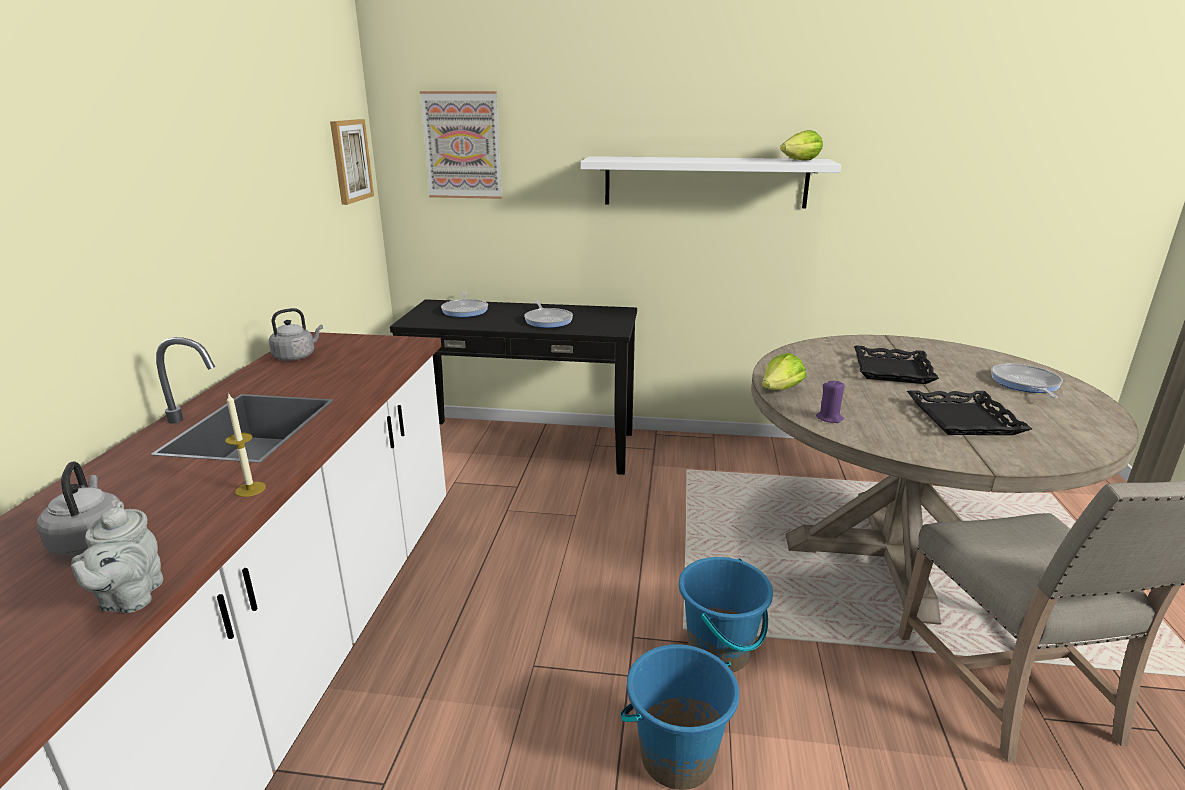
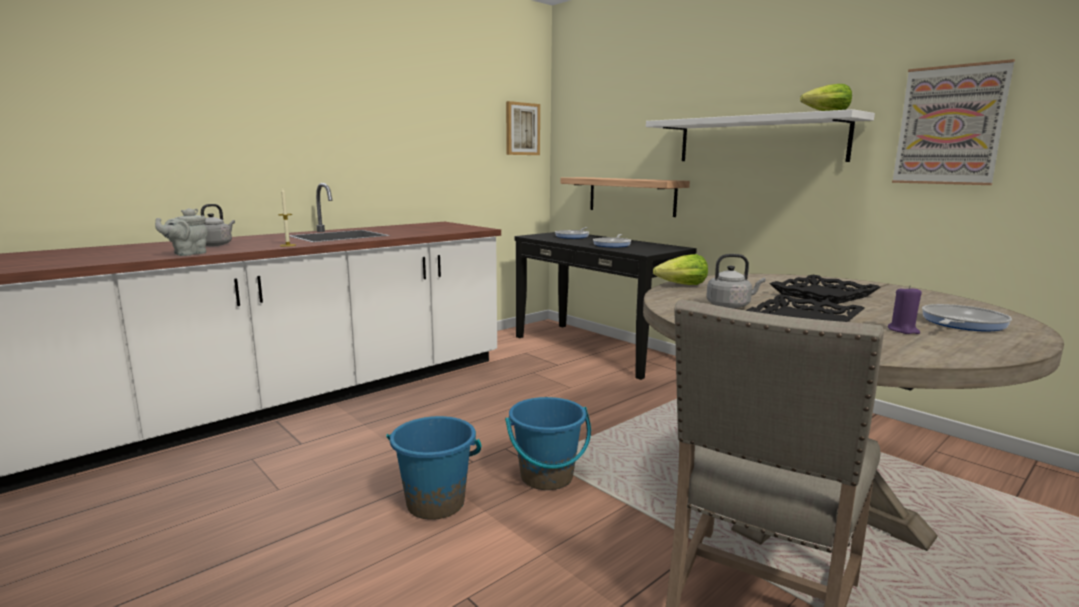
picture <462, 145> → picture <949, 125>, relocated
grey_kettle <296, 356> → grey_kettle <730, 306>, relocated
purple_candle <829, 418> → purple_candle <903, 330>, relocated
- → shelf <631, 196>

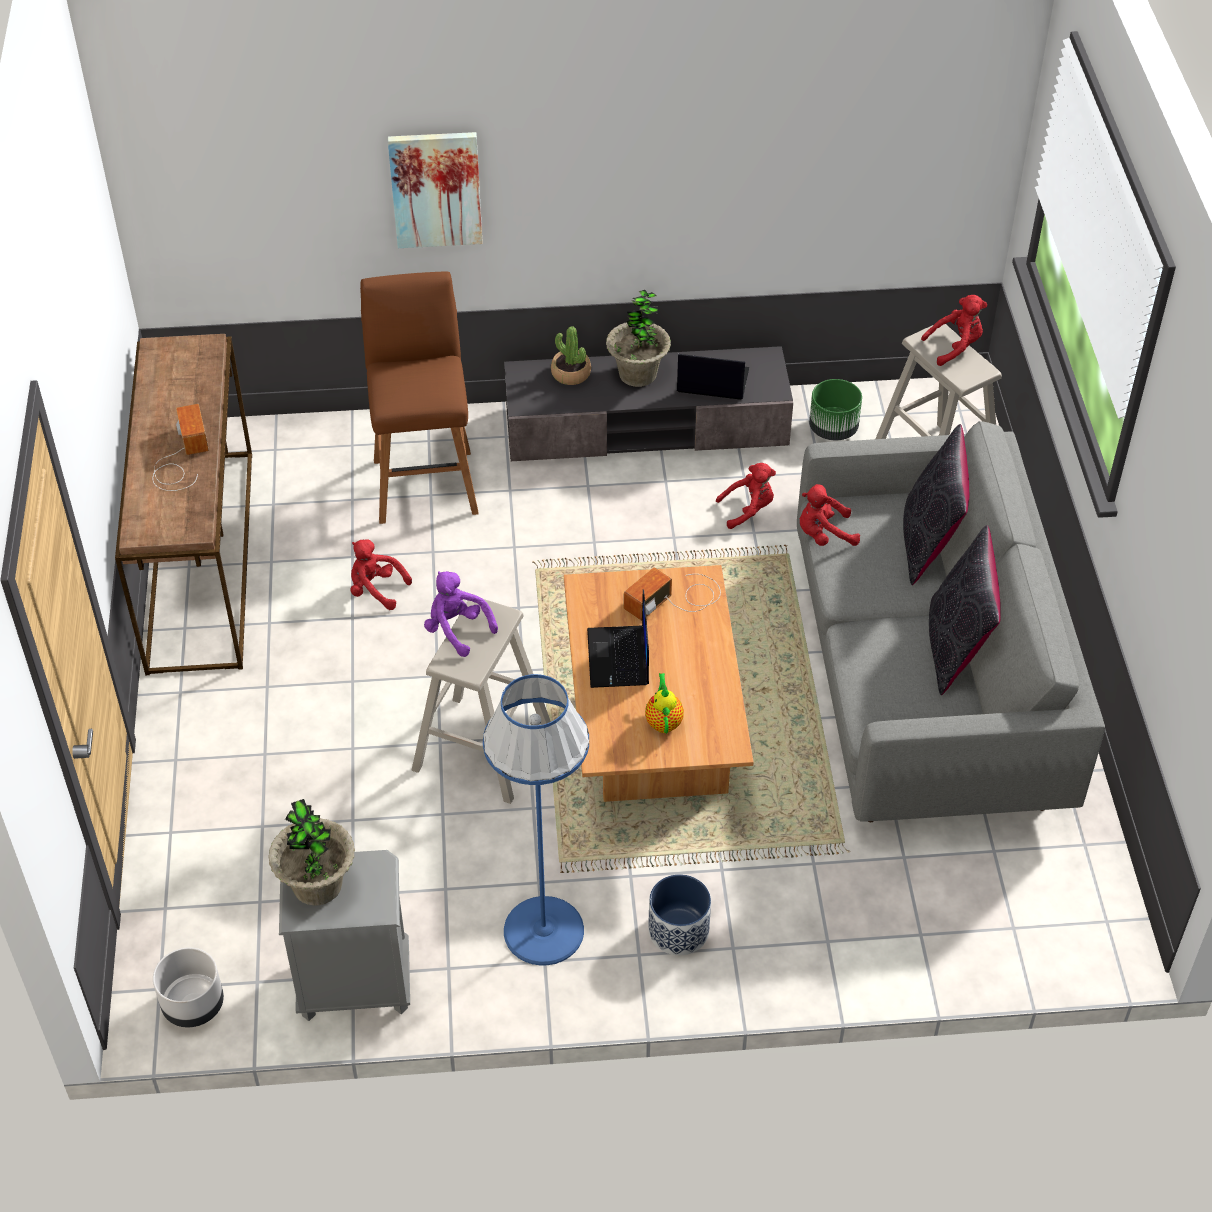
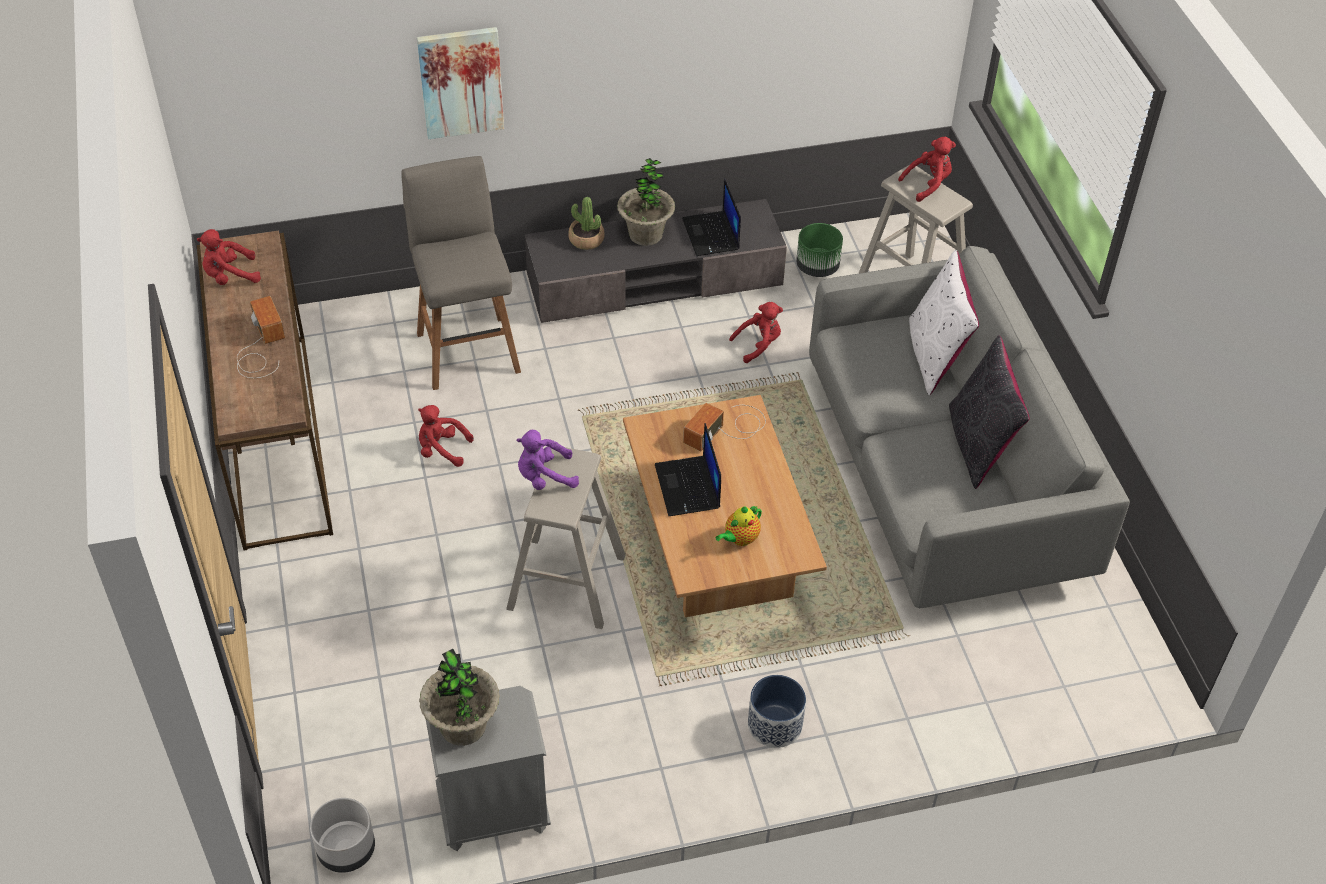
brown_stool <425, 483> → grey_stool <467, 349>
laptop <711, 381> → laptop <711, 235>, 105 degrees counterclockwise
black_pillow <929, 541> → white_pillow <935, 355>
red_plush_toy <824, 535> → red_plush_toy <230, 276>, relocated
purple_plush_toy <457, 630> → purple_plush_toy <544, 477>, 45 degrees counterclockwise
teapot <663, 721> → teapot <740, 539>, 120 degrees counterclockwise
blue_floor_lamp <543, 930> → -

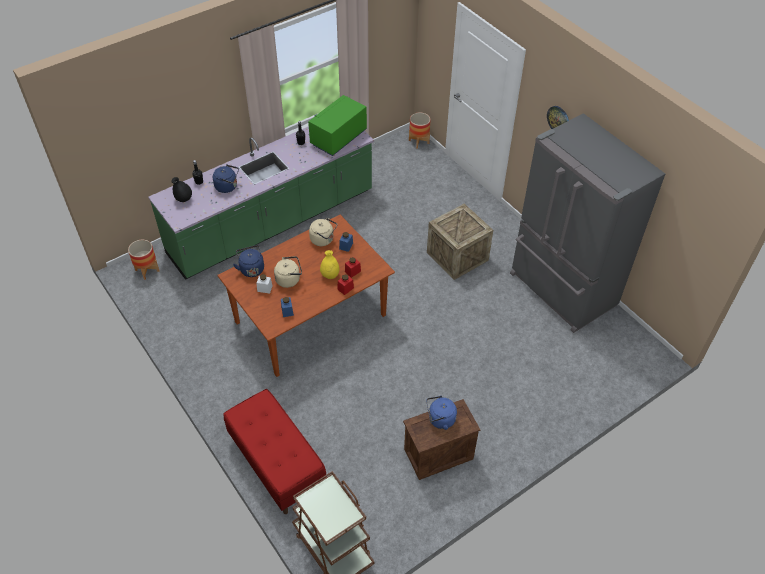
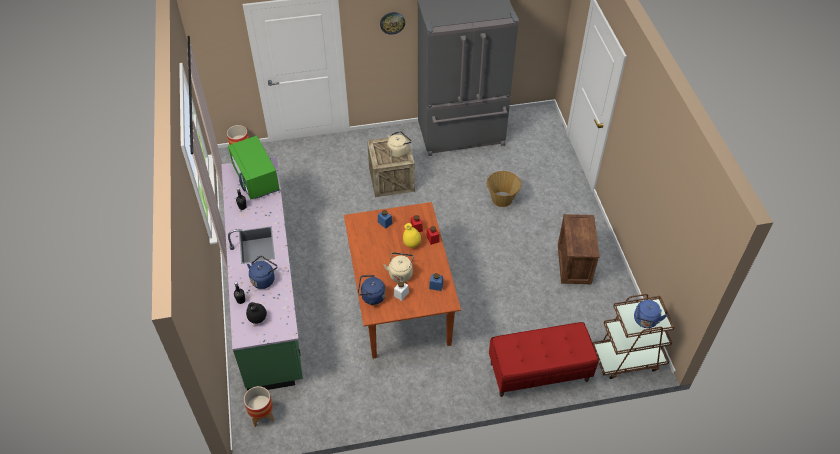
beige_kettle <323, 240> → beige_kettle <398, 151>, relocated
blue_kettle <440, 420> → blue_kettle <645, 321>, relocated
- → basket <502, 199>

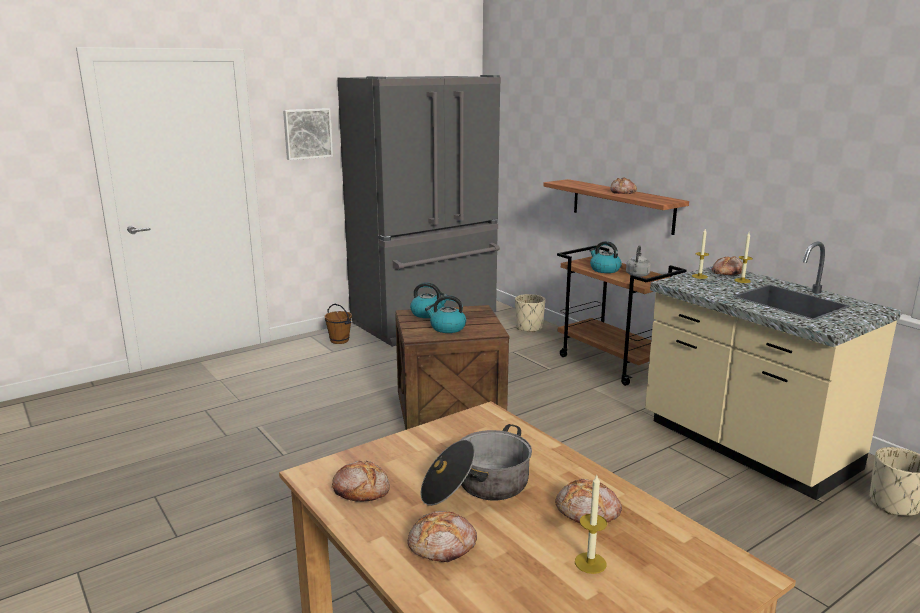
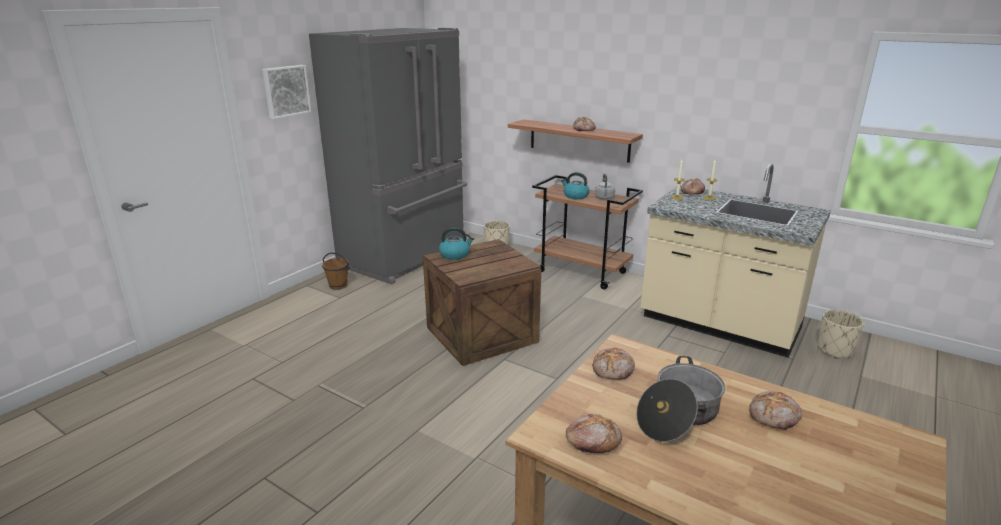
kettle <447, 328> → -
candle <590, 563> → -
bread <443, 545> → bread <613, 370>, relocated

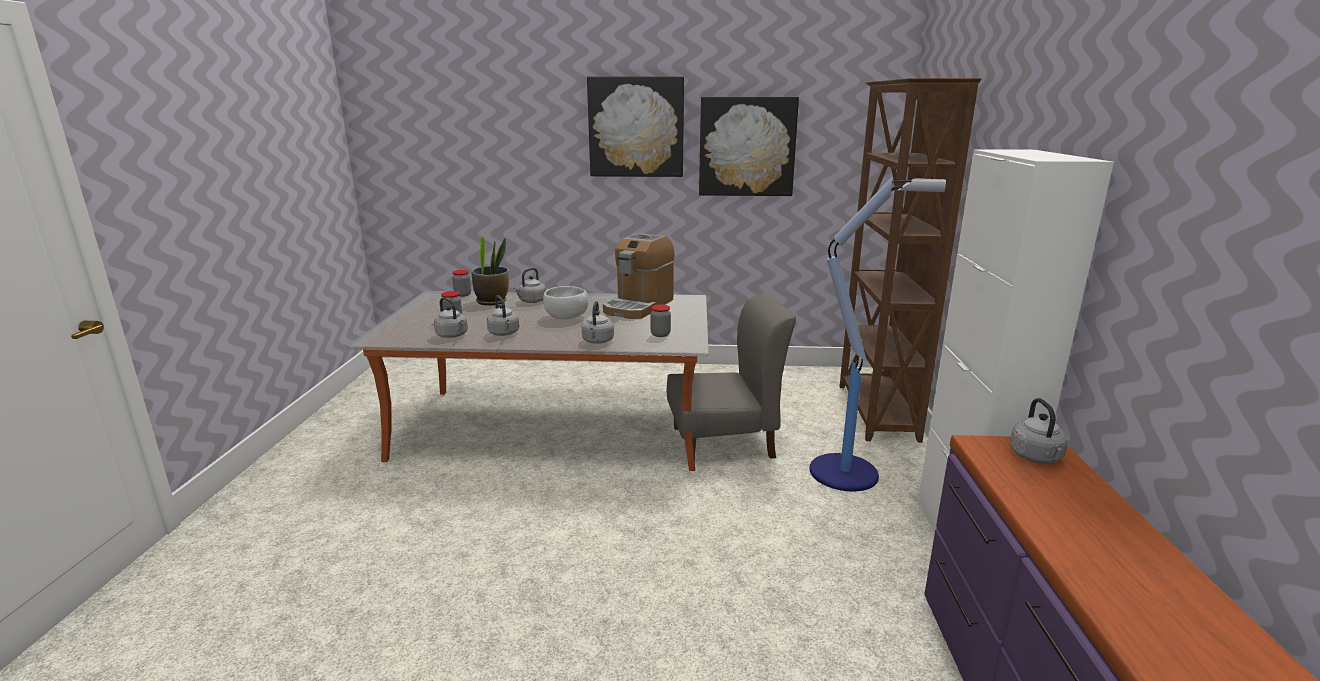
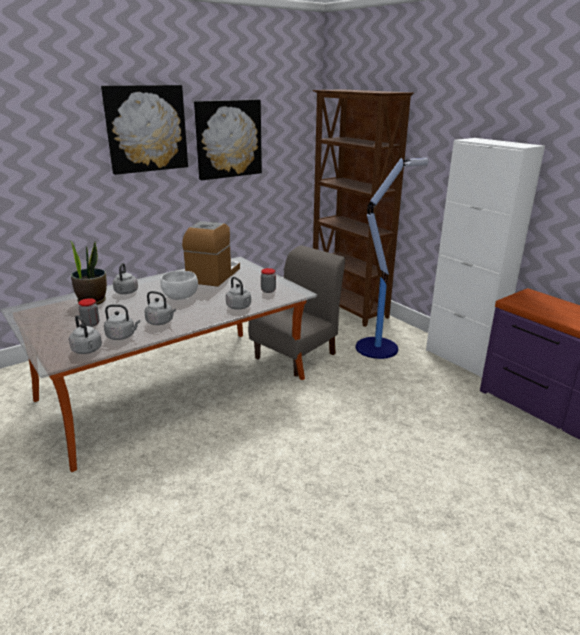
coffee_machine <639, 306> → coffee_machine <214, 275>, 150 degrees counterclockwise
jar <462, 295> → -
grey_kettle <1036, 457> → grey_kettle <87, 350>, relocated

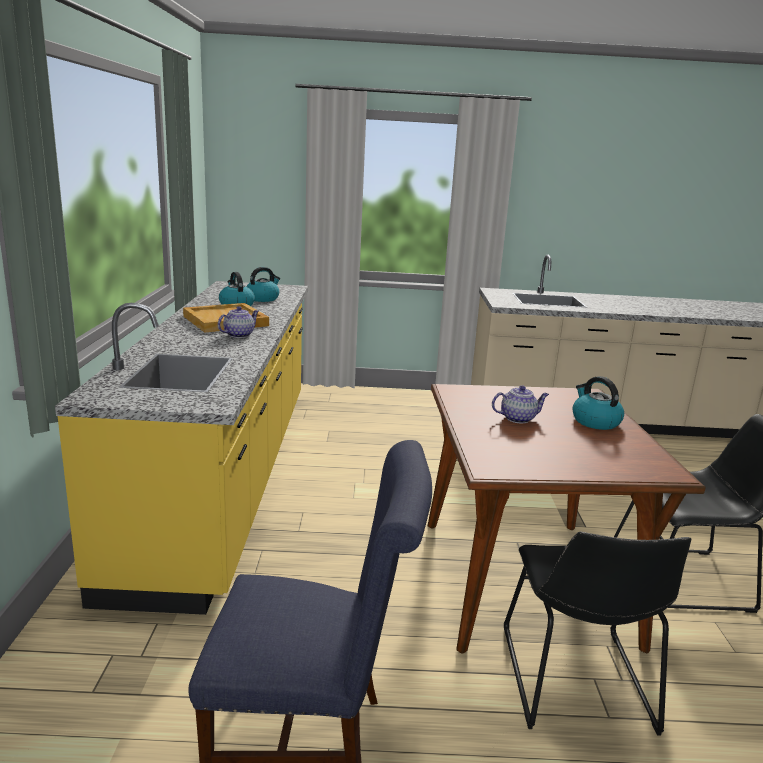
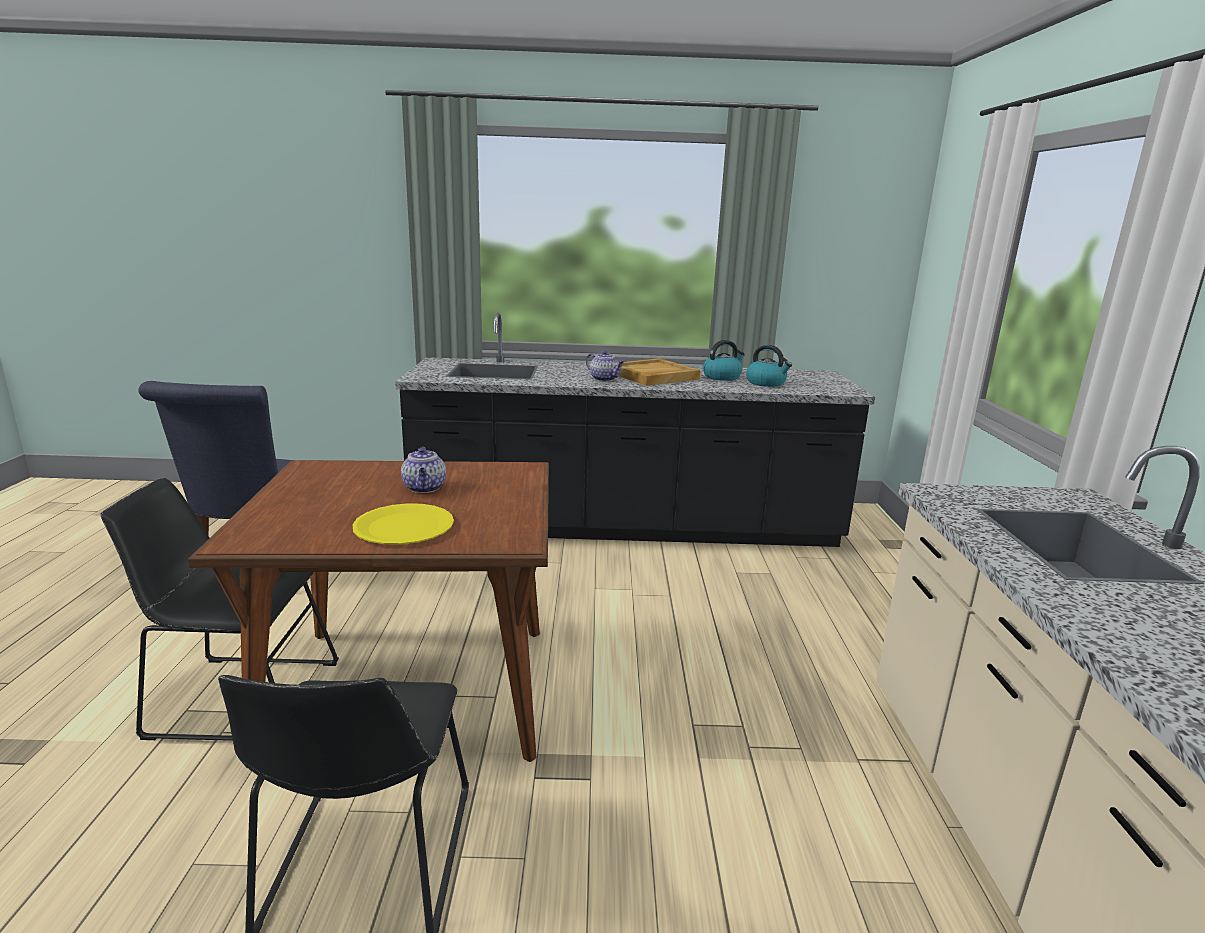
yellow_counter <226, 476> → black_counter <626, 526>
kettle <595, 421> → yellow_plate <403, 527>

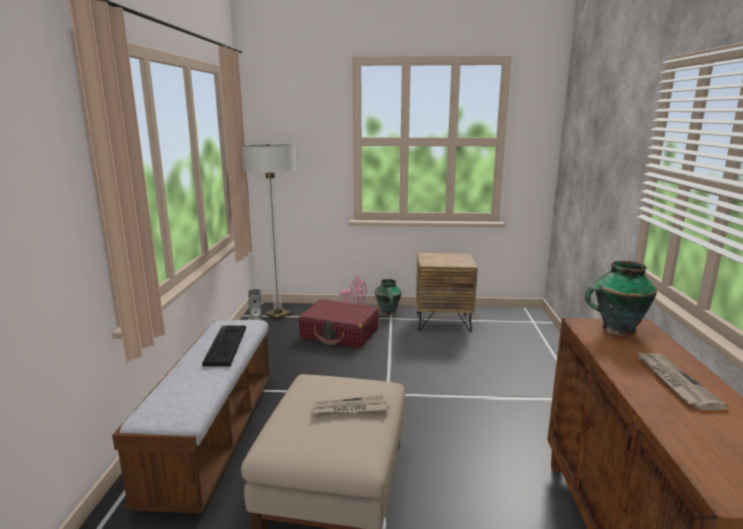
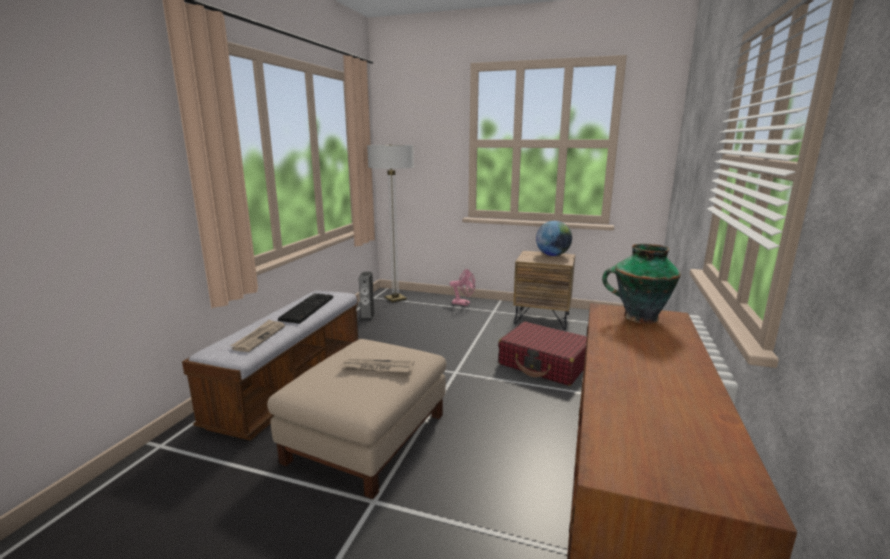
vase <388, 313> → -
red_suitcase <340, 333> → red_suitcase <544, 364>, relocated
newspaper <674, 382> → newspaper <259, 337>, relocated
- → globe <552, 255>

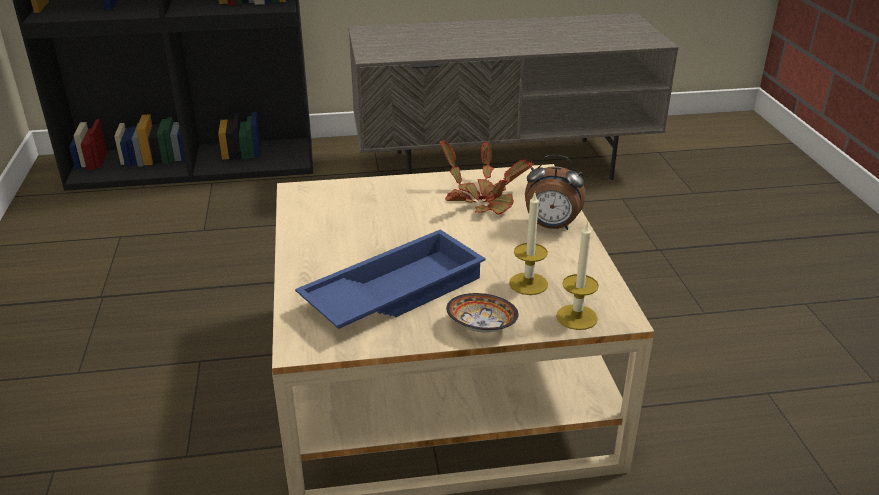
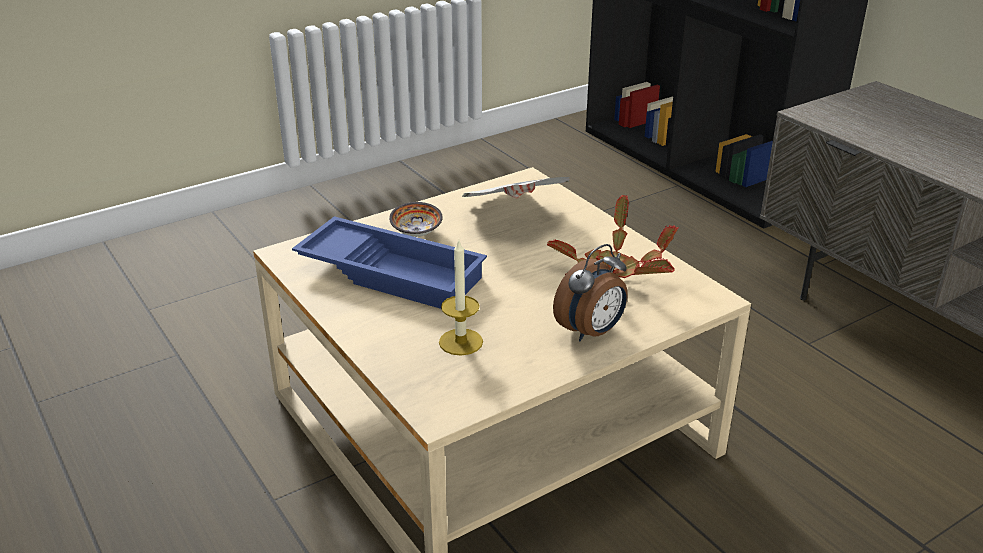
alarm_clock <551, 227> → alarm_clock <591, 332>, 120 degrees counterclockwise
candle <576, 317> → -
bowl <482, 328> → bowl <415, 233>, relocated
- → newspaper <514, 215>

